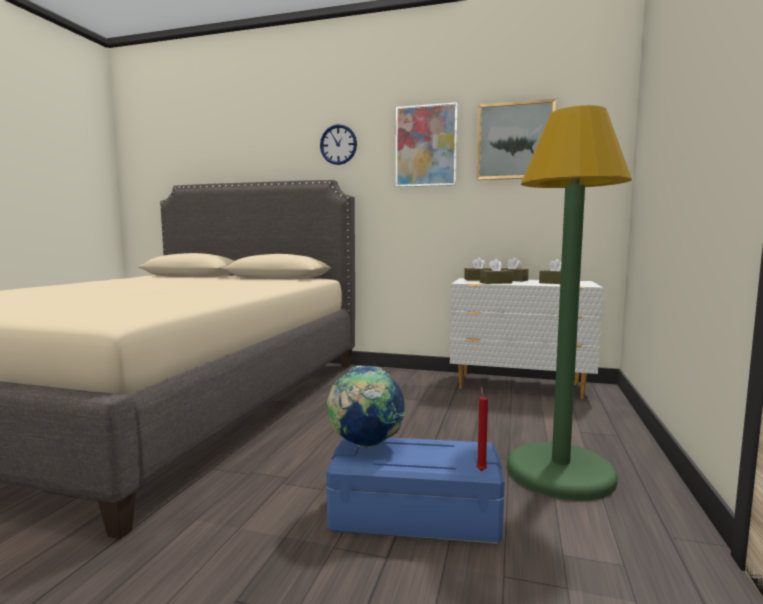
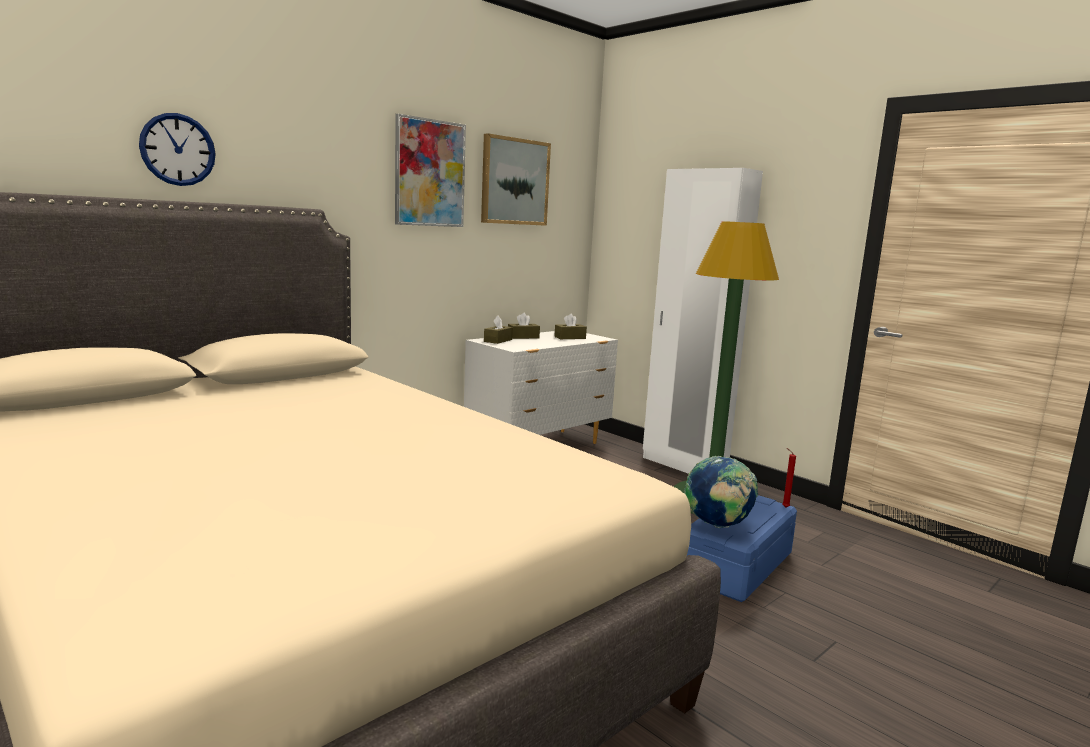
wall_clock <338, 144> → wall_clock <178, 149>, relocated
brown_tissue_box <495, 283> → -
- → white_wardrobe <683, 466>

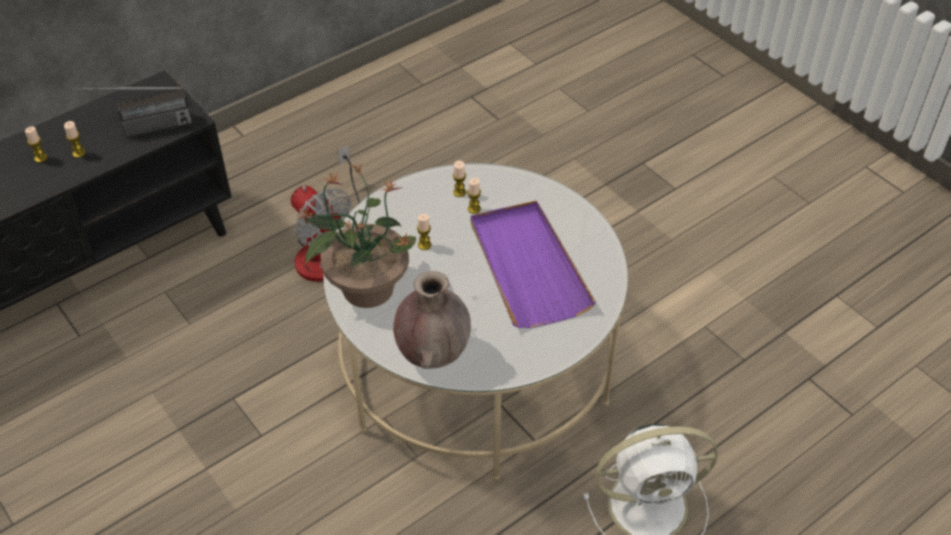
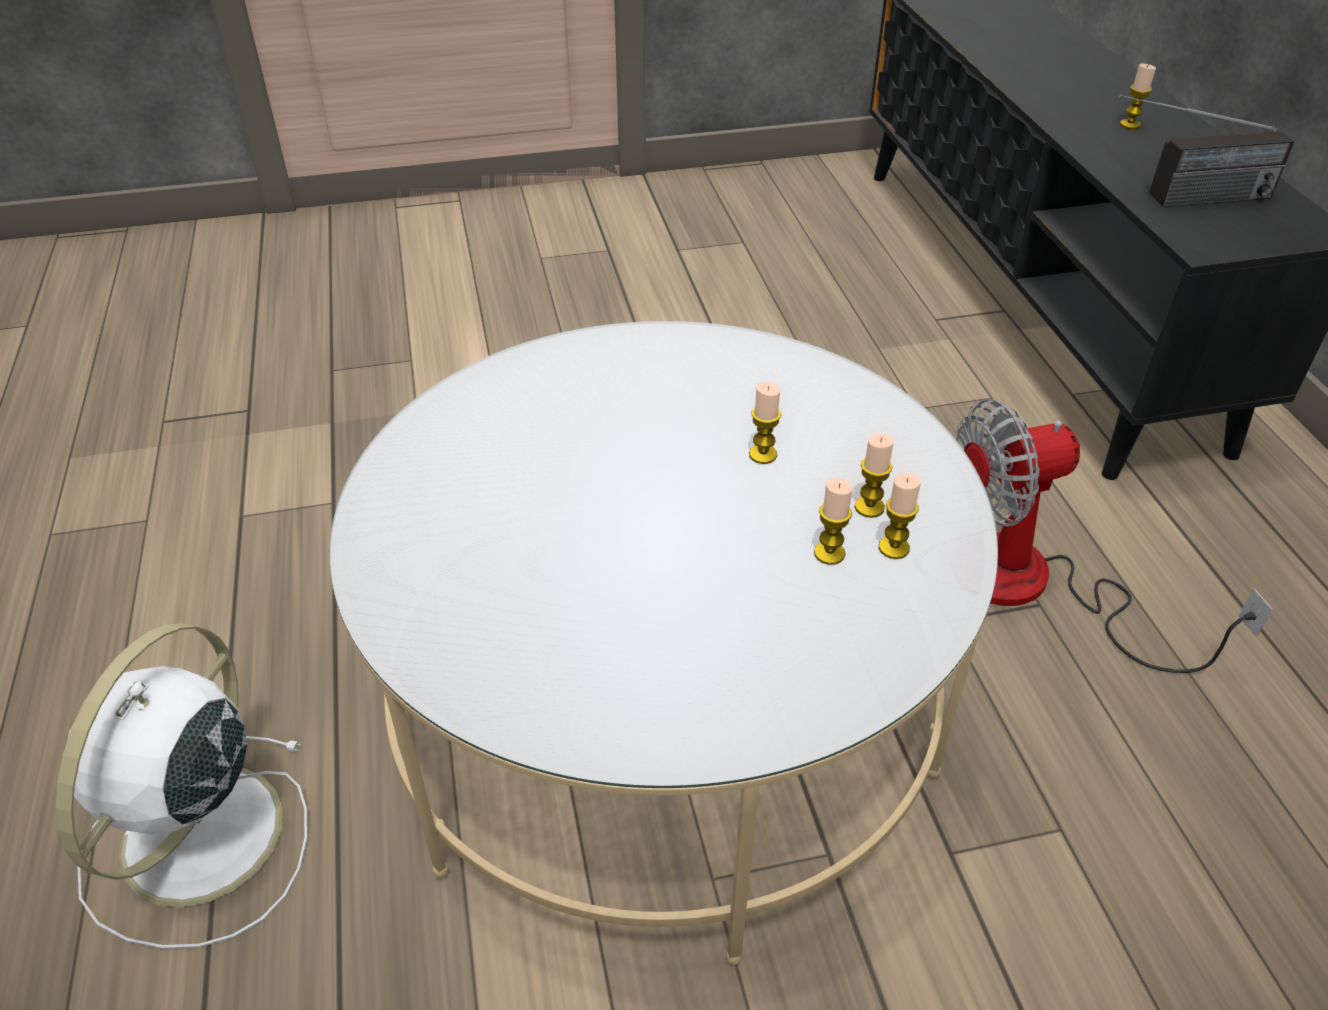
radio <140, 130> → radio <1181, 200>, 105 degrees counterclockwise
candle <79, 153> → candle <869, 507>, relocated
potted_plant <366, 287> → -
purple_tray <527, 267> → -
brown_vase <433, 354> → -

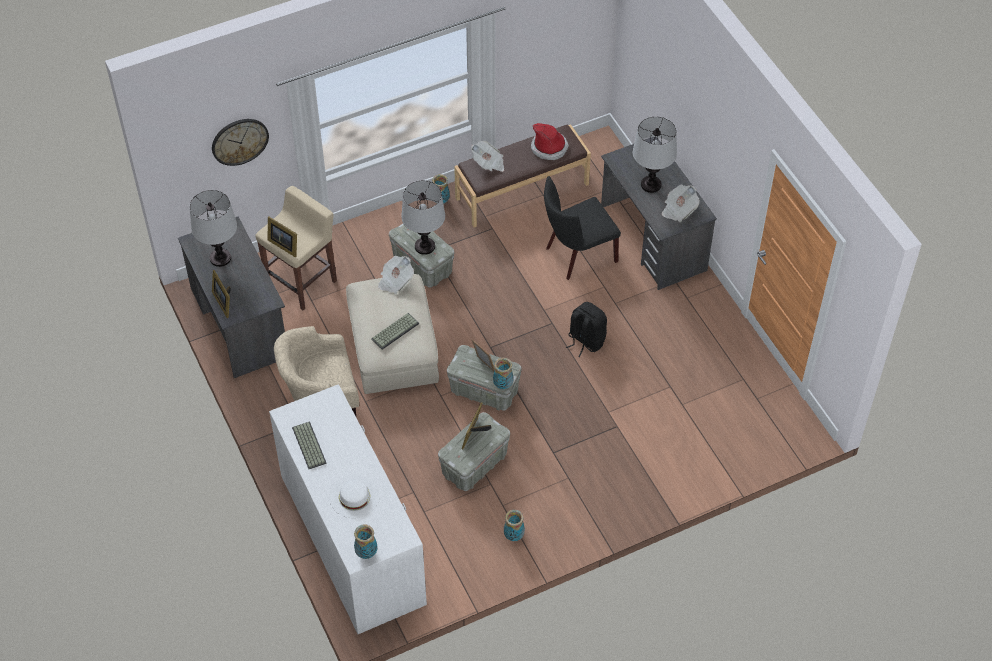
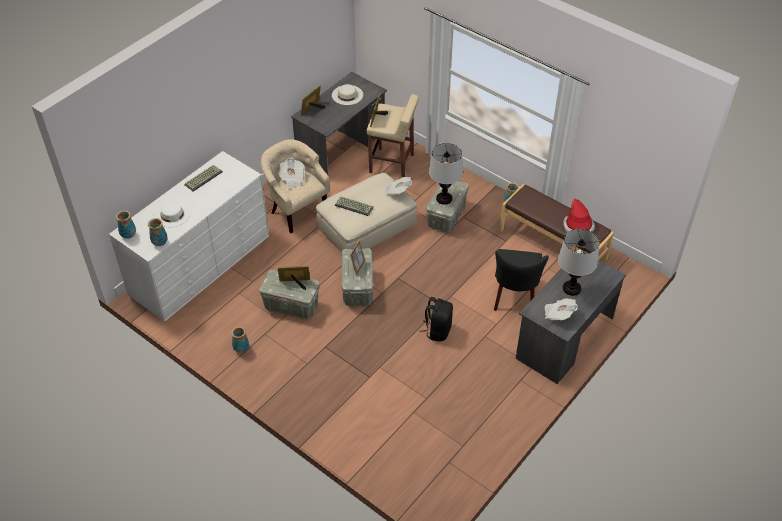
wall_clock <239, 141> → -
newspaper <488, 163> → newspaper <292, 179>, relocated
black_chair <577, 255> → black_chair <514, 297>, 120 degrees counterclockwise
table_lamp <220, 258> → white_hat <347, 95>
vase <503, 385> → vase <160, 243>, relocated

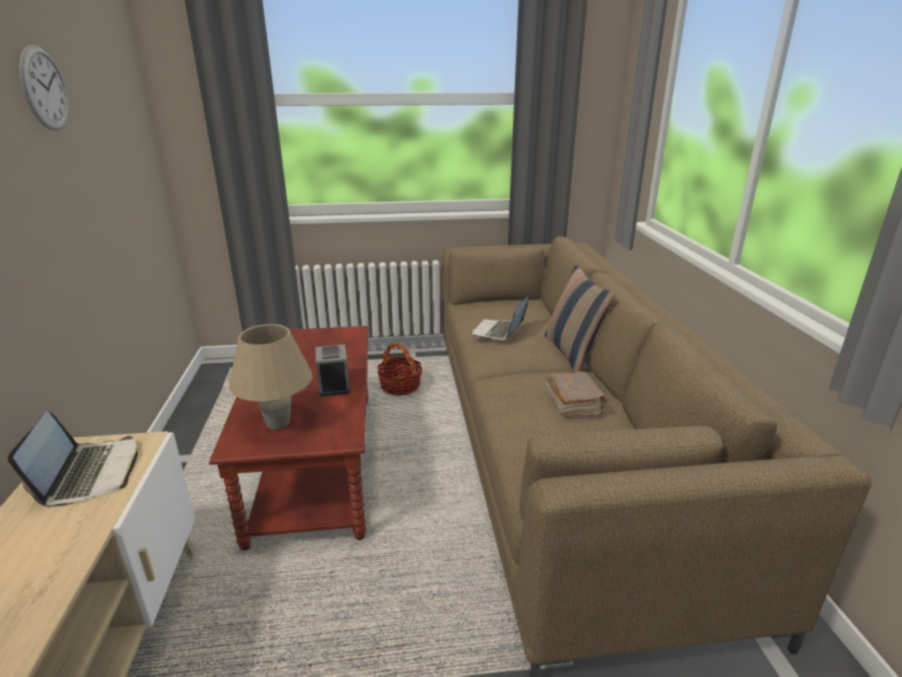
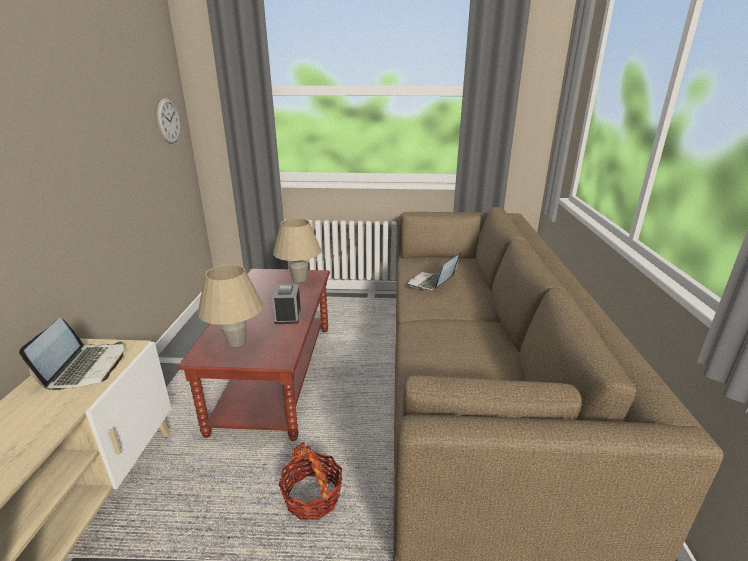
wall_clock <44, 88> → wall_clock <168, 121>, relocated
pillow <571, 353> → -
basket <400, 386> → basket <312, 497>, relocated
brown_book <573, 403> → -
- → beige_table_lamp <299, 279>

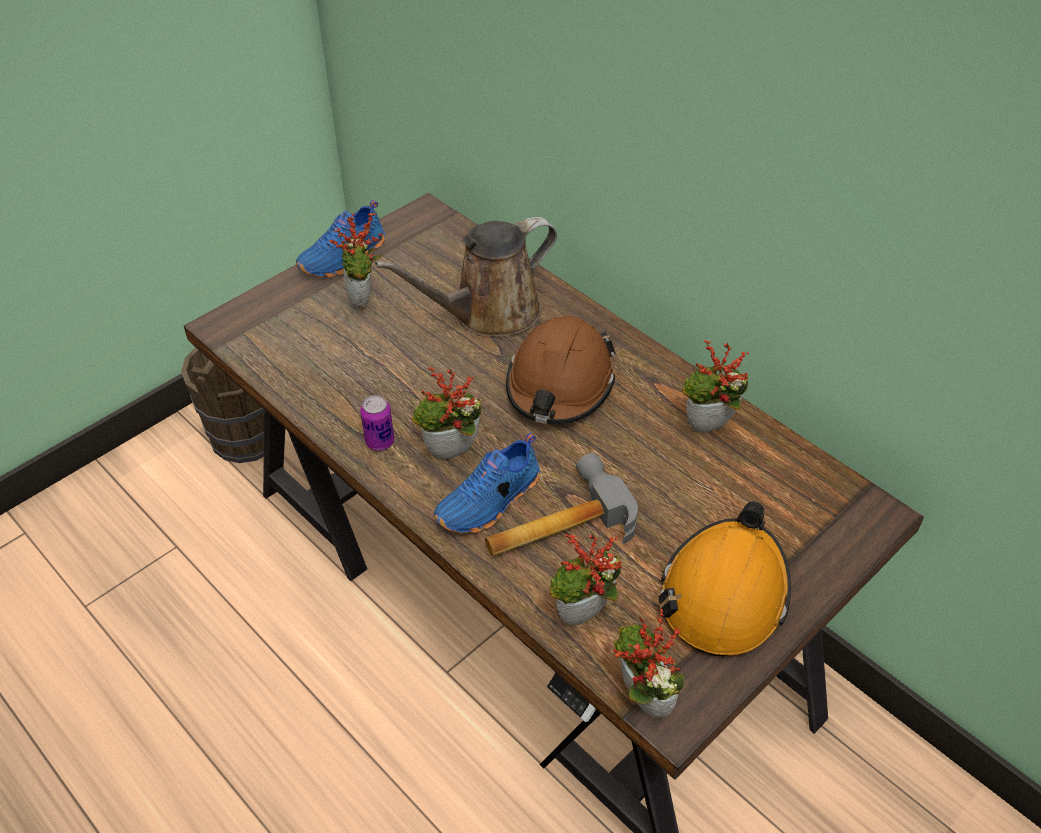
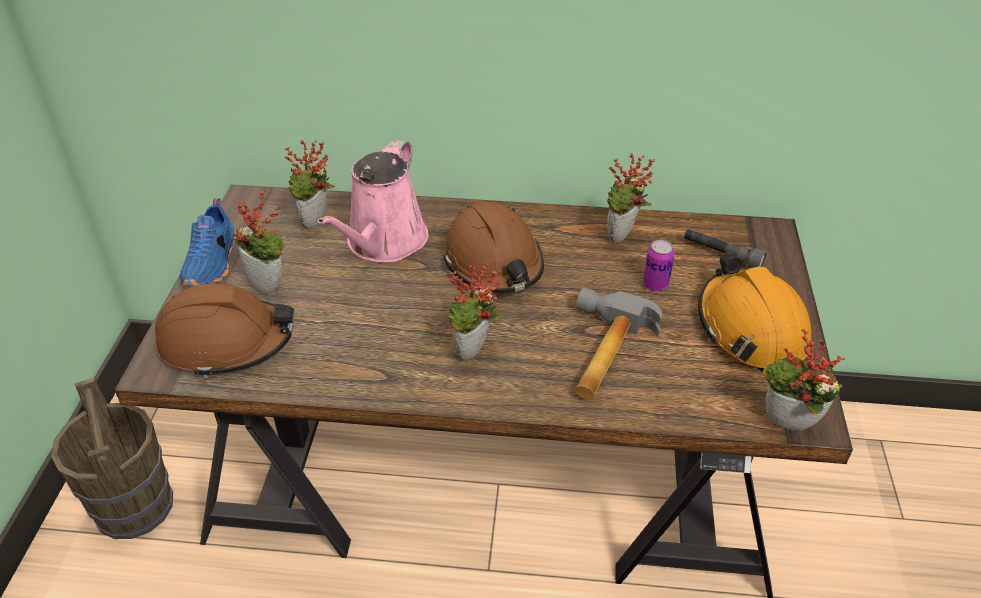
brown_watering_can <488, 313> → pink_watering_can <383, 243>
can <380, 441> → can <655, 284>, relocated
blue_shoe <490, 502> → -
potted_plant <583, 620> → potted_plant <316, 223>, relocated
- → grey_flashlight <721, 255>
- → brown_hard_hat <226, 342>

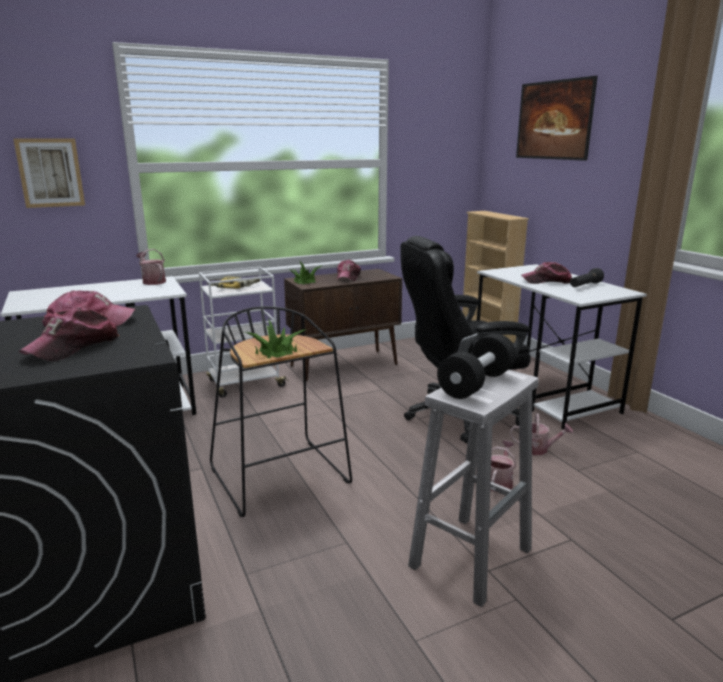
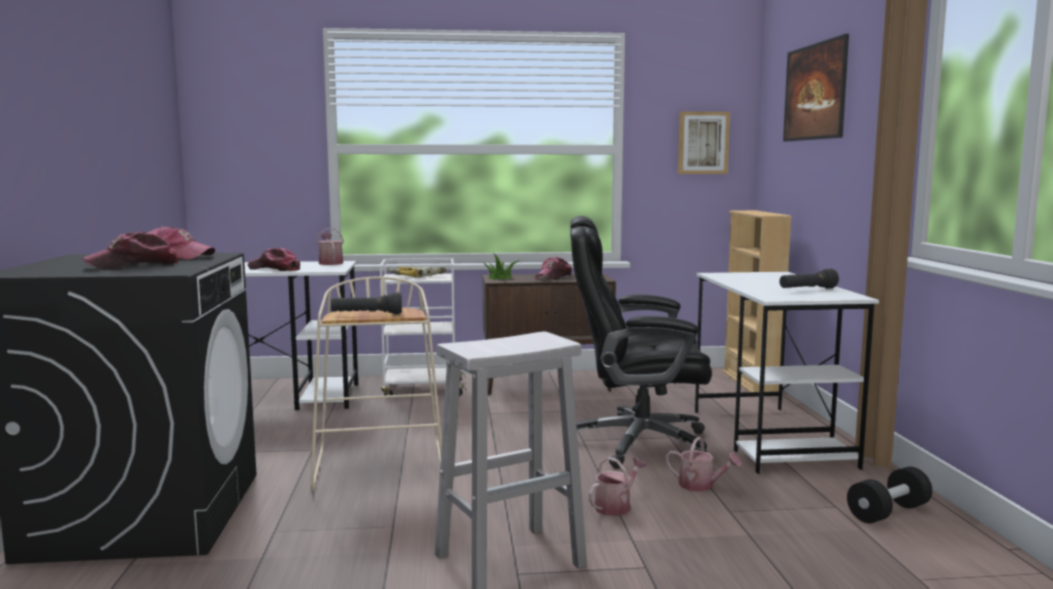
picture <50, 172> → picture <703, 143>, relocated
cap <547, 281> → cap <274, 269>, relocated
black_stool <281, 477> → beige_stool <381, 467>
potted_plant <276, 351> → black_flashlight <367, 314>
black_dumbbell <476, 384> → black_dumbbell <888, 512>, relocated

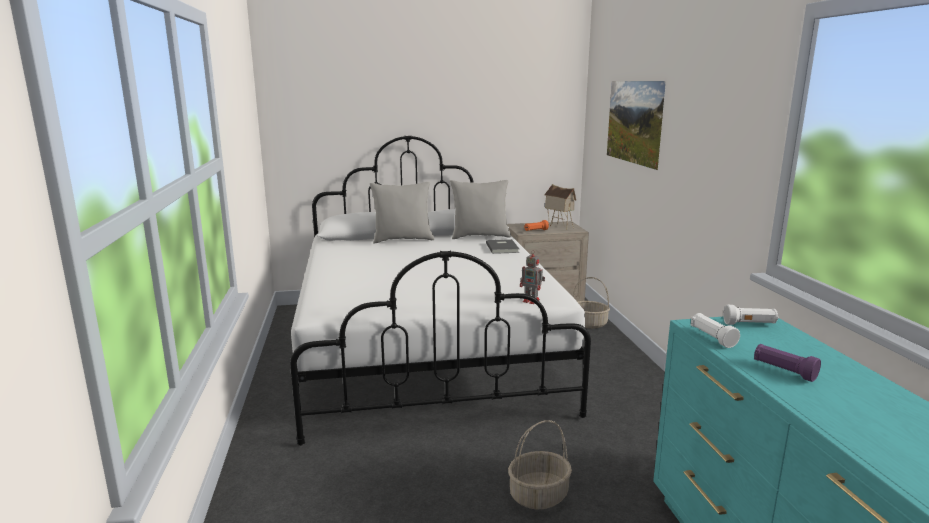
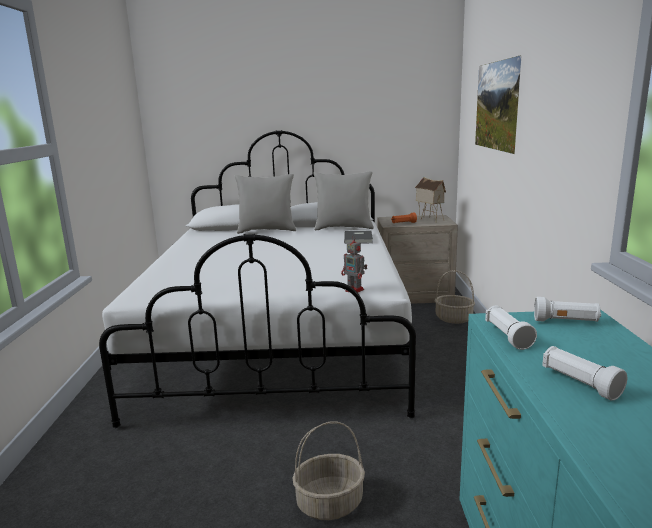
purple_flashlight <783, 371> → white_flashlight <579, 383>

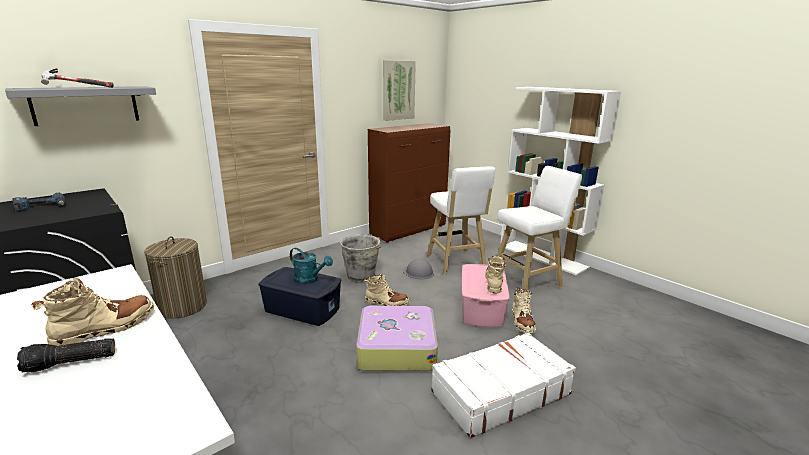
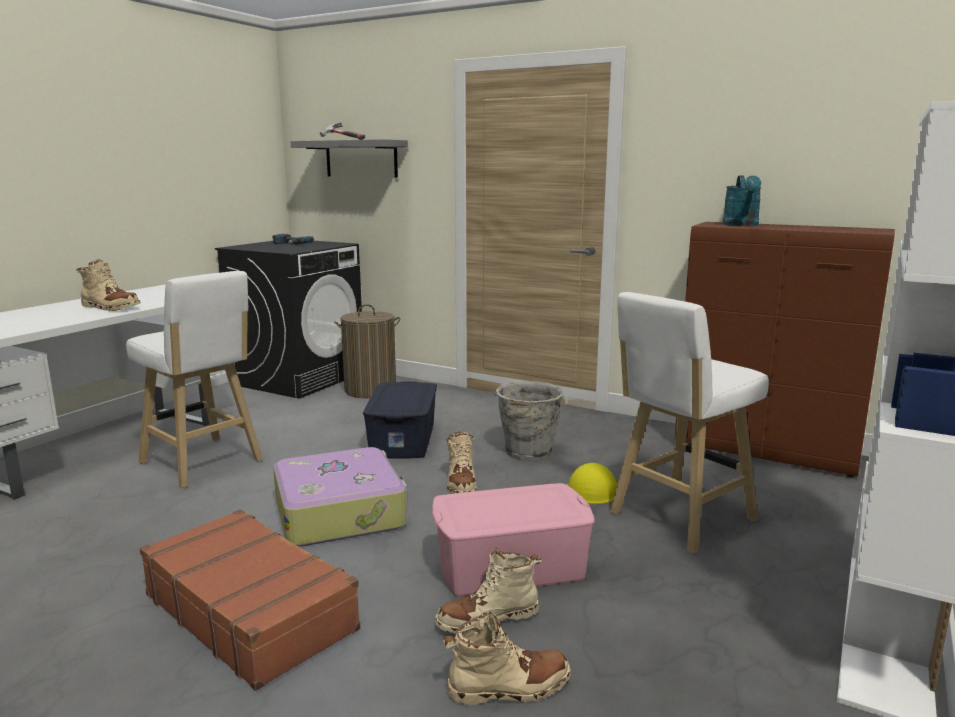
picture <398, 90> → -
white_stool <528, 281> → white_stool <203, 464>, relocated
turquoise_watering_can <310, 280> → turquoise_watering_can <742, 225>, relocated
beige_boot <493, 282> → beige_boot <509, 687>, relocated
grey_hard_hat <418, 272> → yellow_hard_hat <592, 489>
white_suitcase <499, 392> → brown_suitcase <250, 611>
flashlight <70, 363> → -

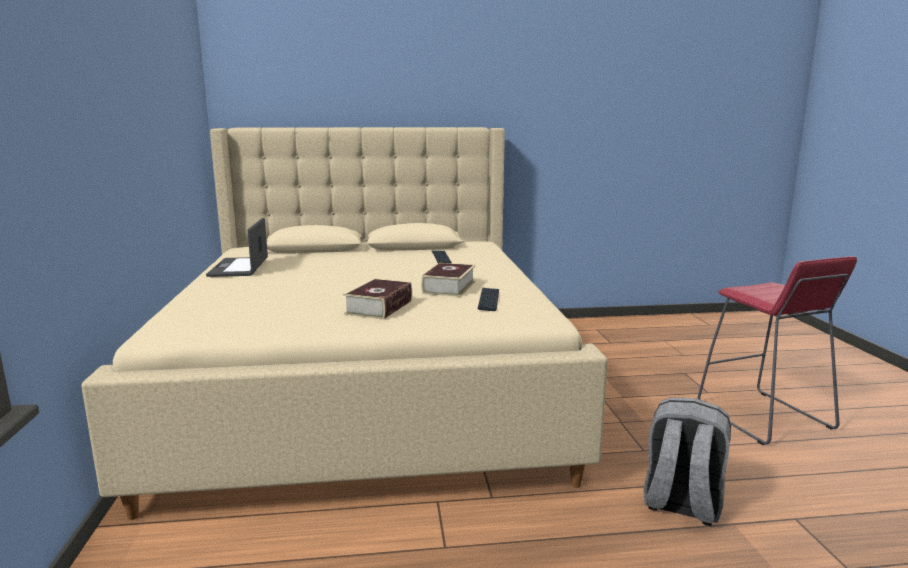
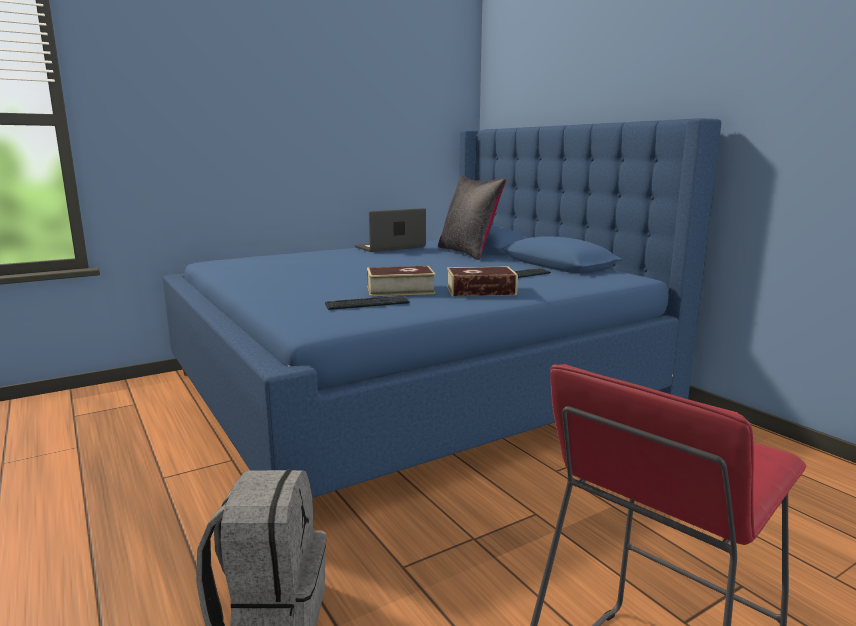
beige_bed <368, 390> → blue_bed <417, 387>
book <379, 307> → book <480, 290>, relocated
- → black_pillow <468, 252>

